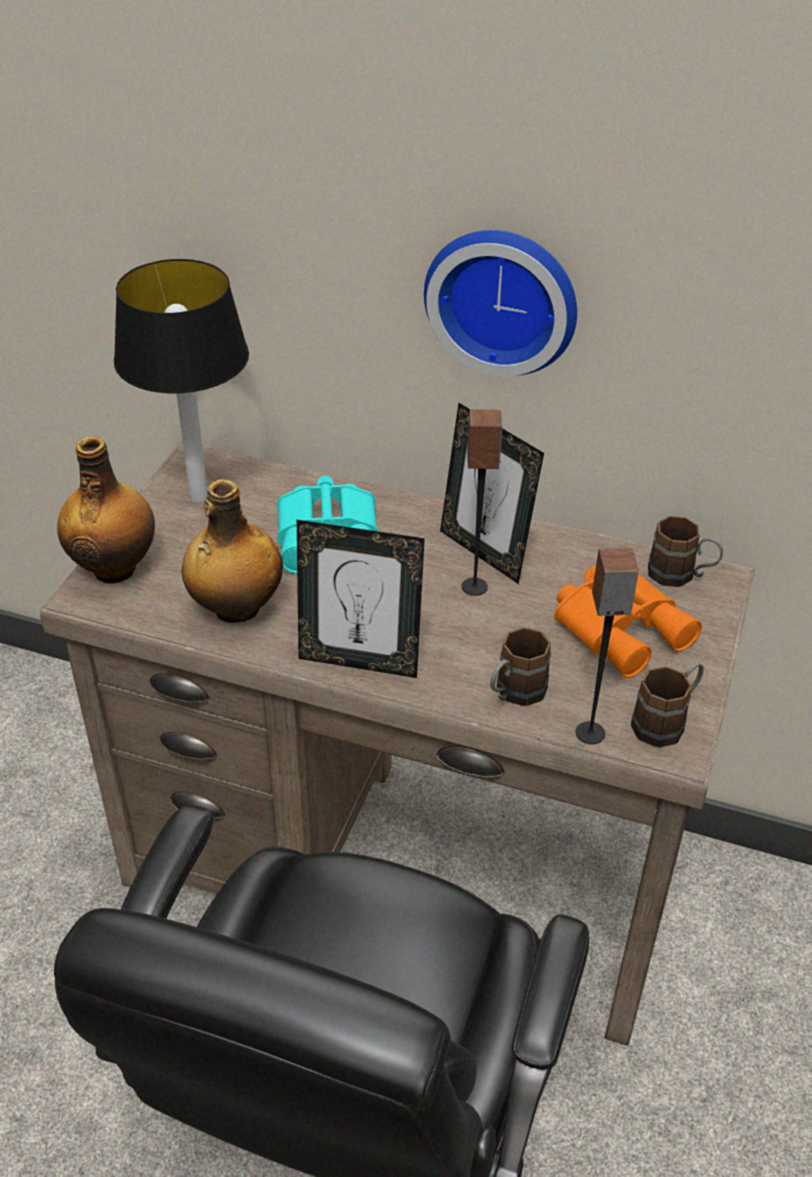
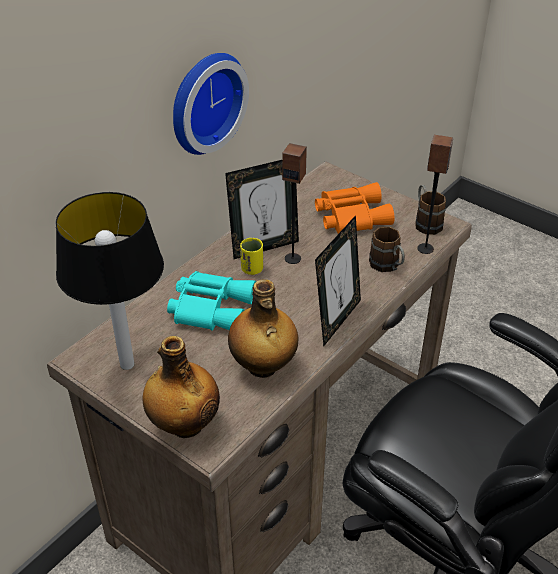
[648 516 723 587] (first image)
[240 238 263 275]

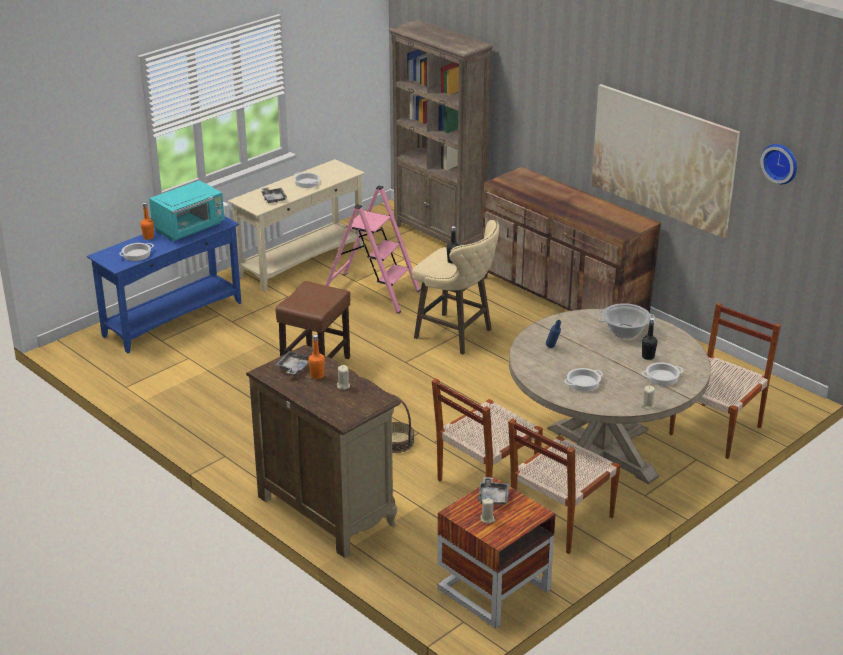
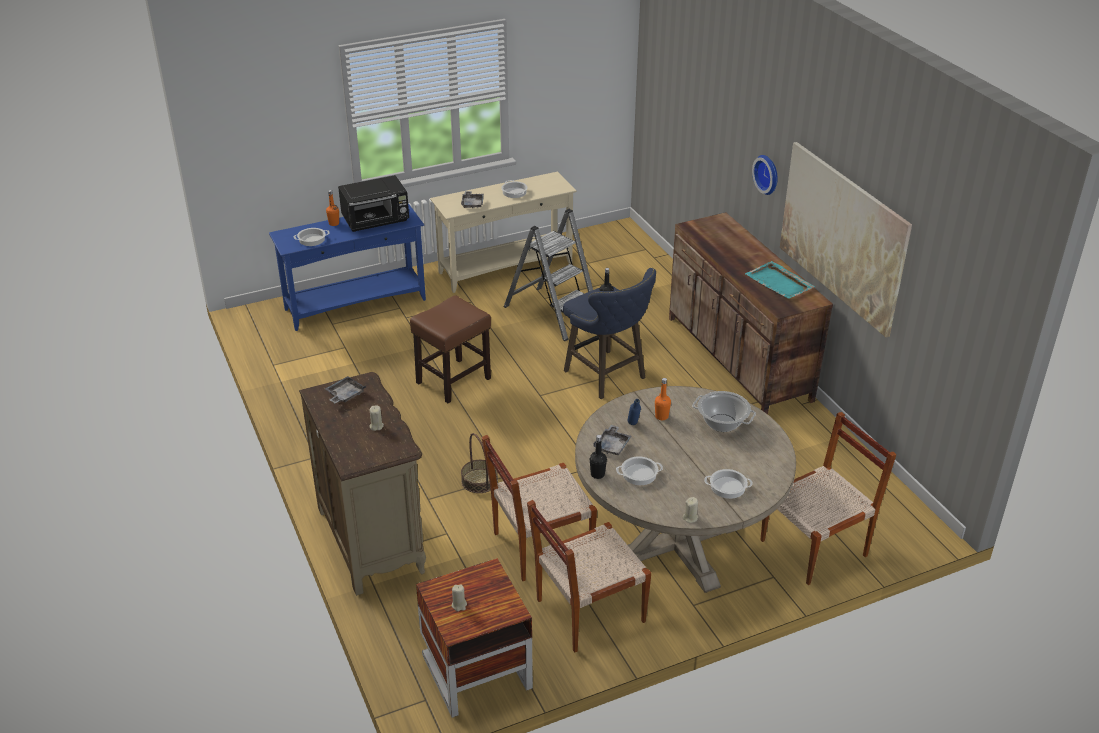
[388 19 493 246] (first image)
[752 155 778 195]
[338 175 409 232]
[503 209 593 341]
[563 268 656 399]
[590 435 607 479]
[655 378 671 420]
[593 425 632 455]
[745 261 815 299]

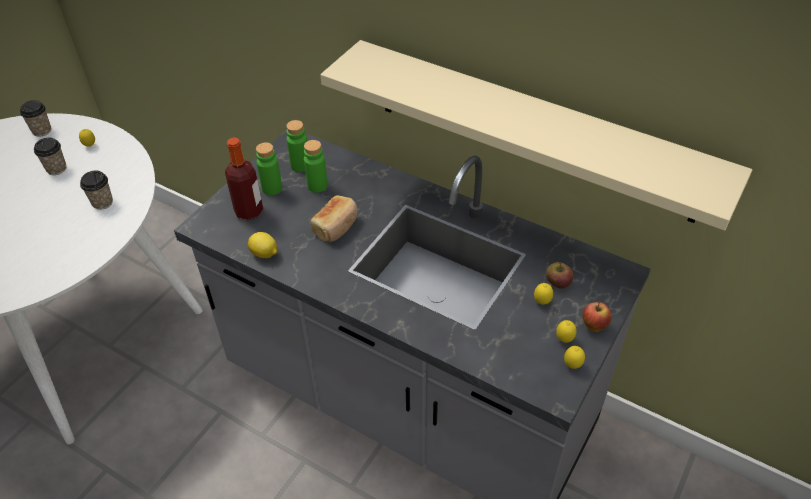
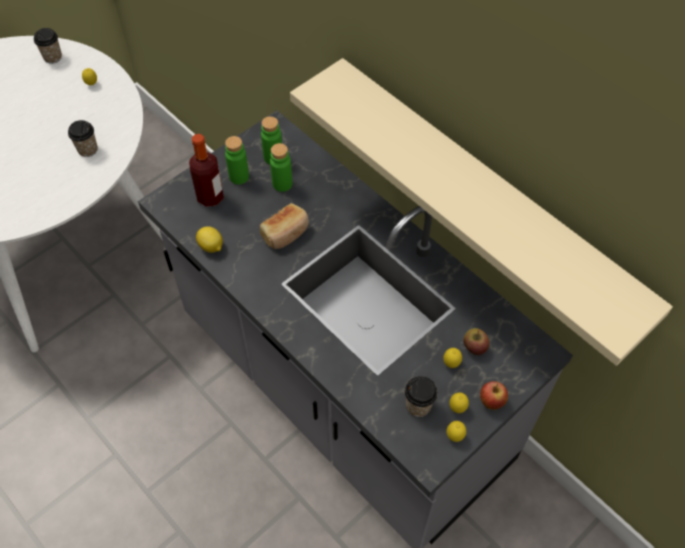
[405 376 438 417]

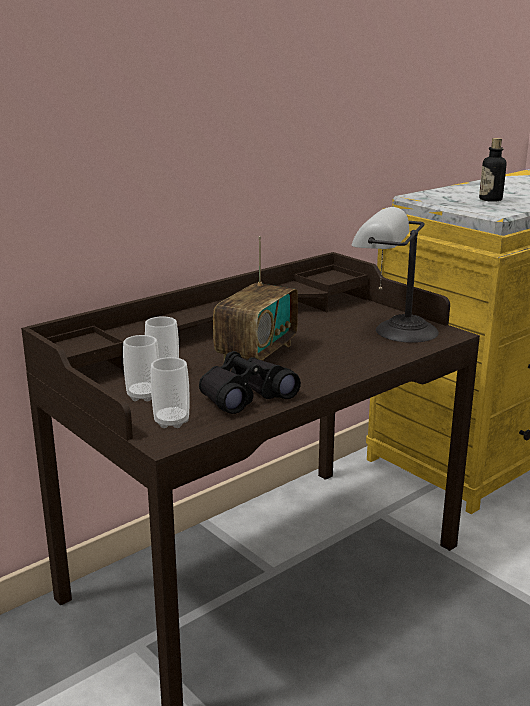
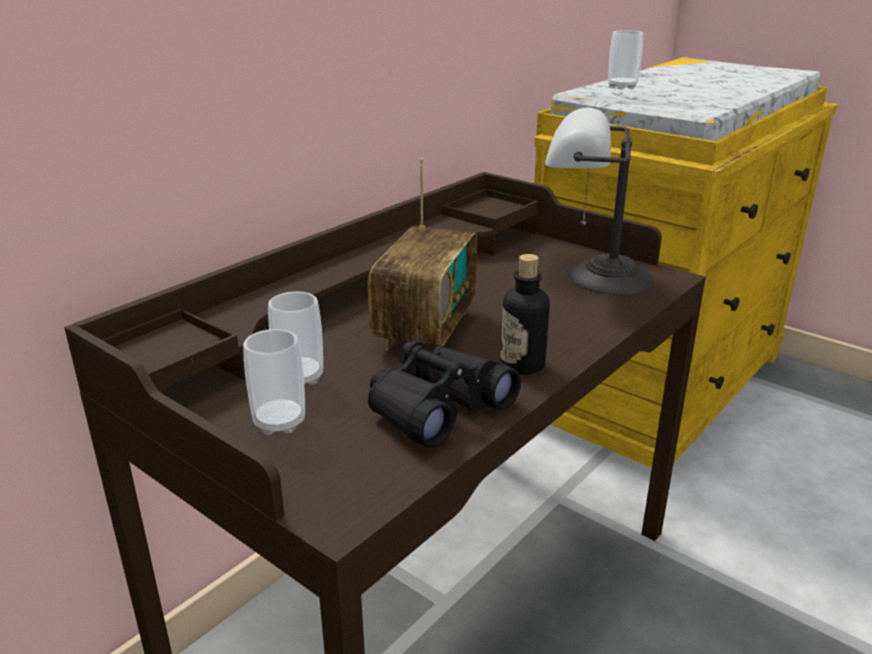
[501 254 550 375]
[608 30 643 90]

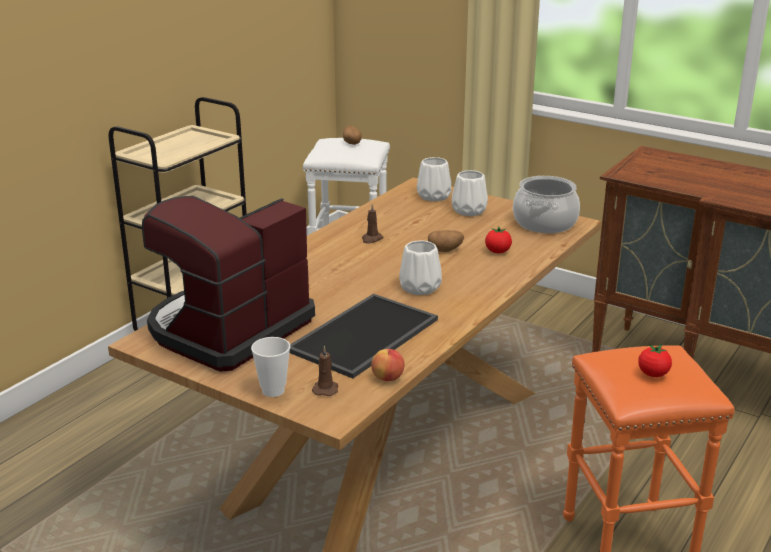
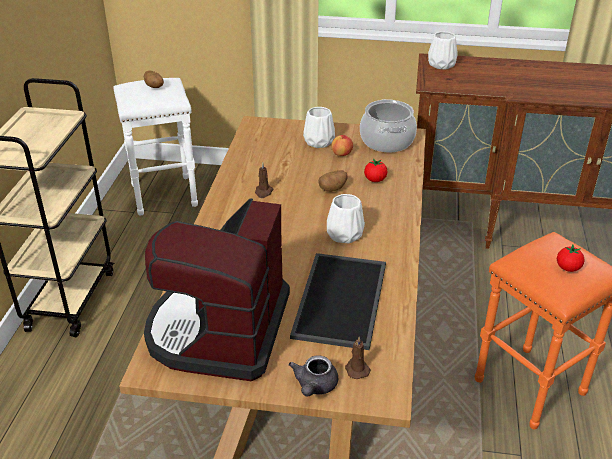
[428 32 458 69]
[289 355 338 396]
[331 135 353 156]

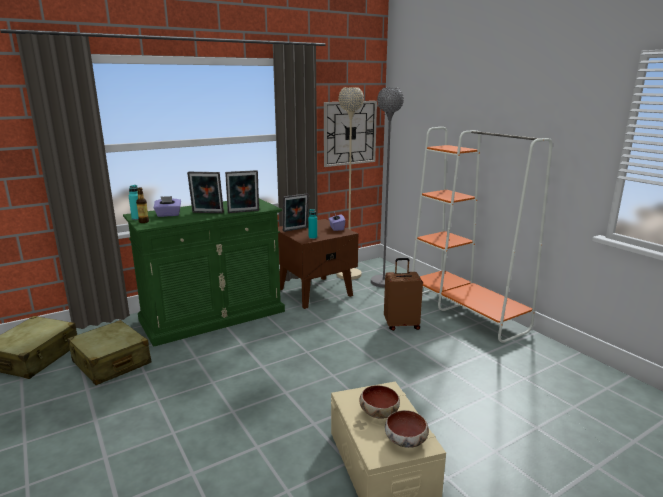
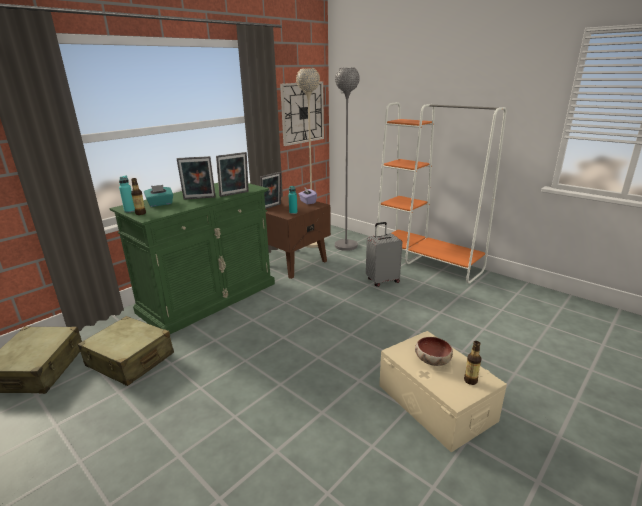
[144 185 173 207]
[366 222 402 287]
[464 341 481 385]

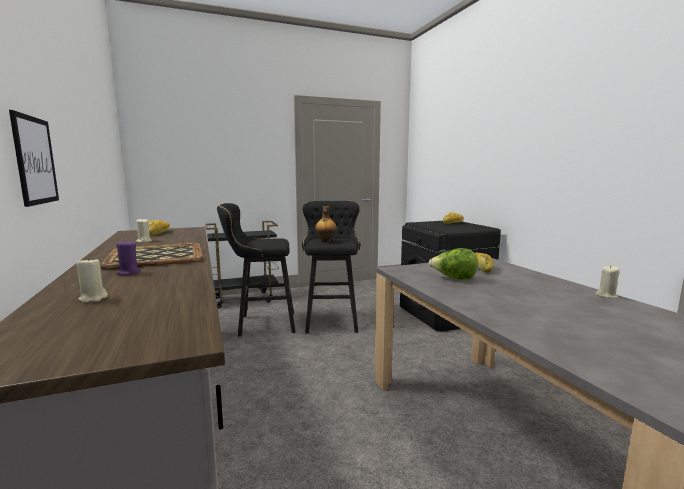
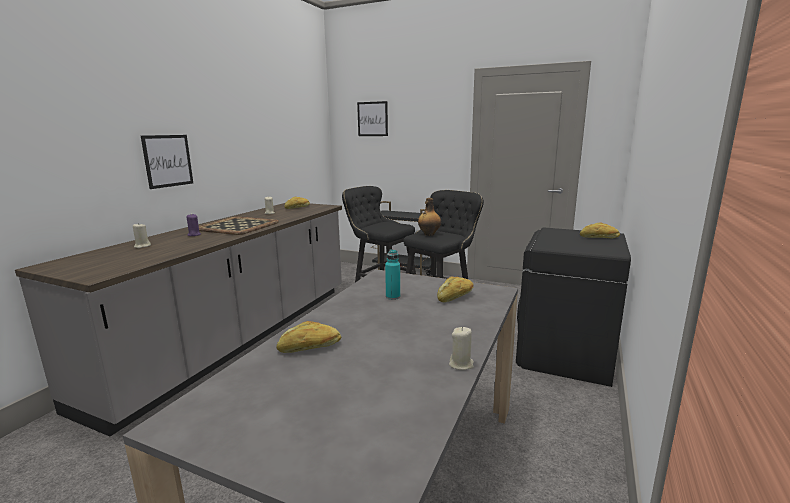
[385 249 400 300]
[357 101 388 136]
[277 321 341 353]

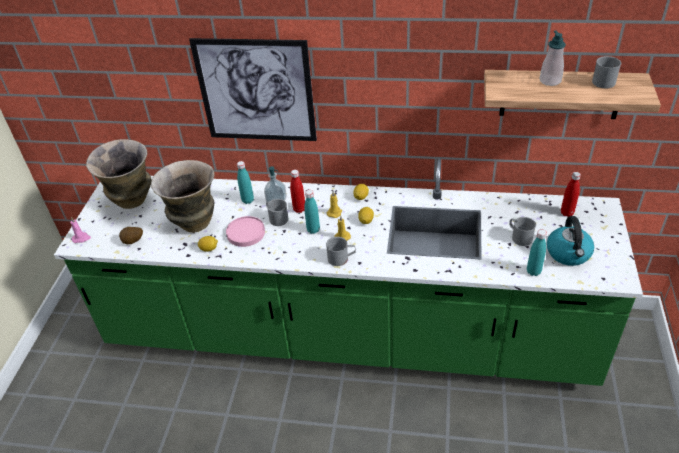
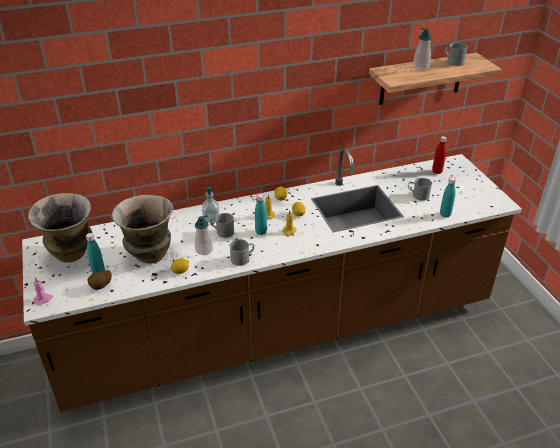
[189 38 317 141] (first image)
[22 148 522 412]
[86 233 105 273]
[290 170 305 213] (first image)
[195 215 213 255]
[547 216 594 266] (first image)
[230 239 254 266]

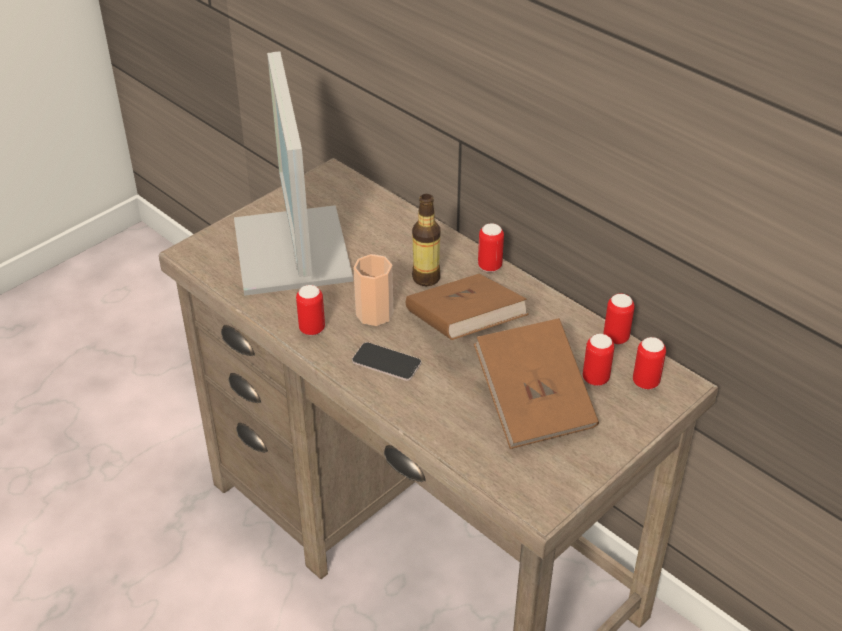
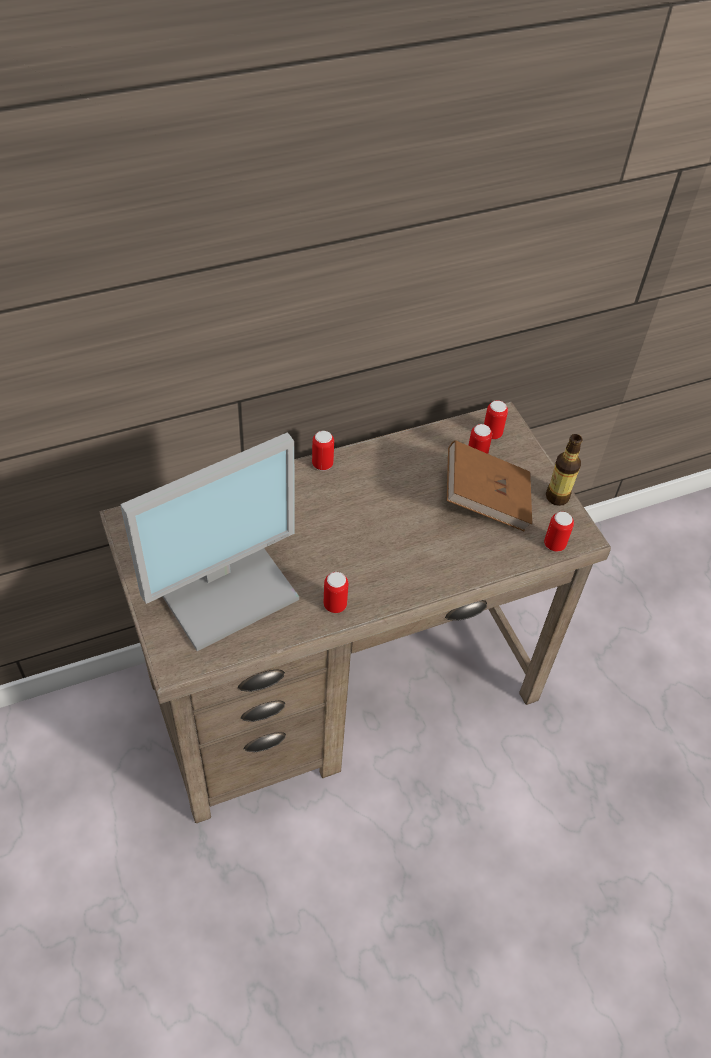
[120 432 299 651]
[546 434 582 506]
[354 254 393 326] (first image)
[406 274 529 340] (first image)
[544 512 574 552]
[352 342 421 381] (first image)

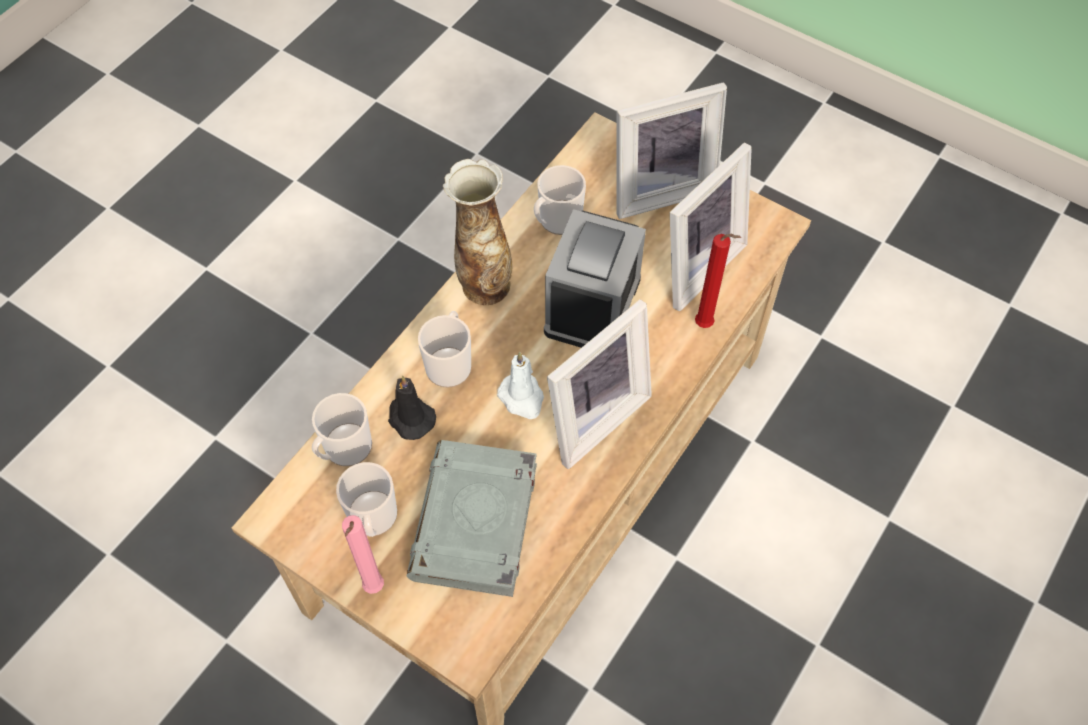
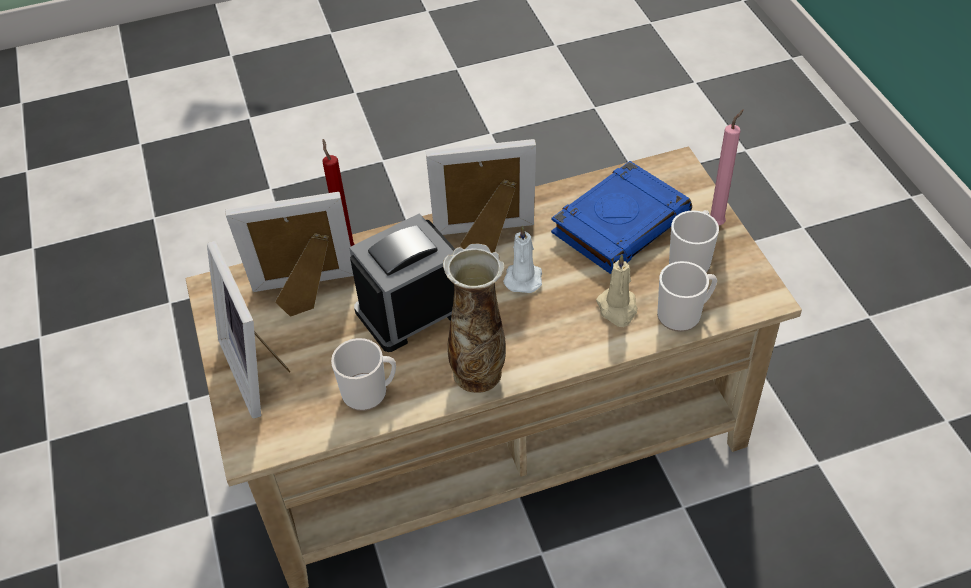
[207 240 290 419]
[418 311 471 388] (first image)
[596 254 637 327]
[551 161 692 274]

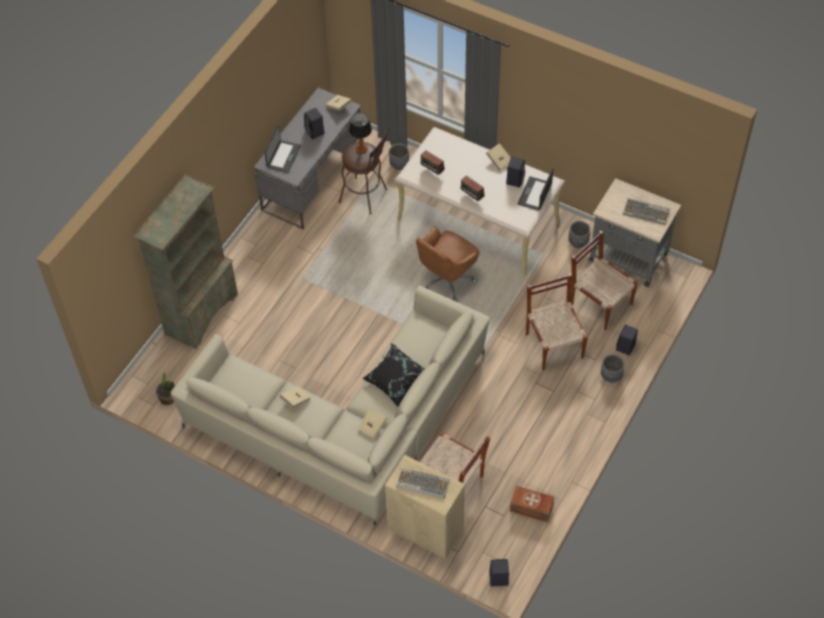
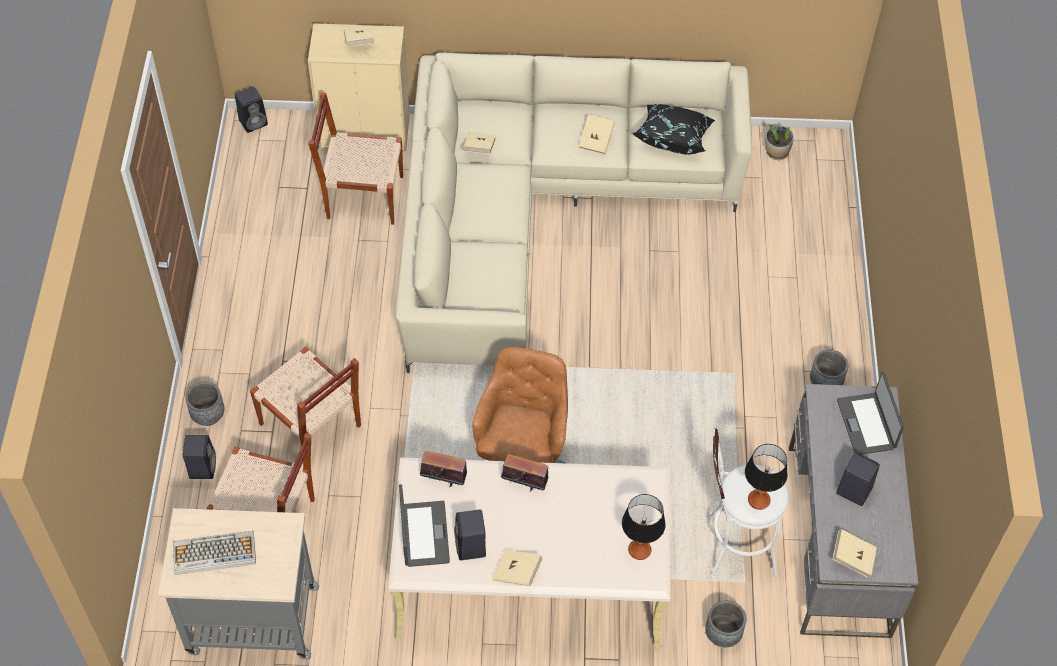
[706 428 789 578]
[419 451 467 487]
[133 174 238 349] (first image)
[810 350 849 385]
[632 104 715 155]
[344 25 375 46]
[510 486 554 523] (first image)
[622 494 666 560]

